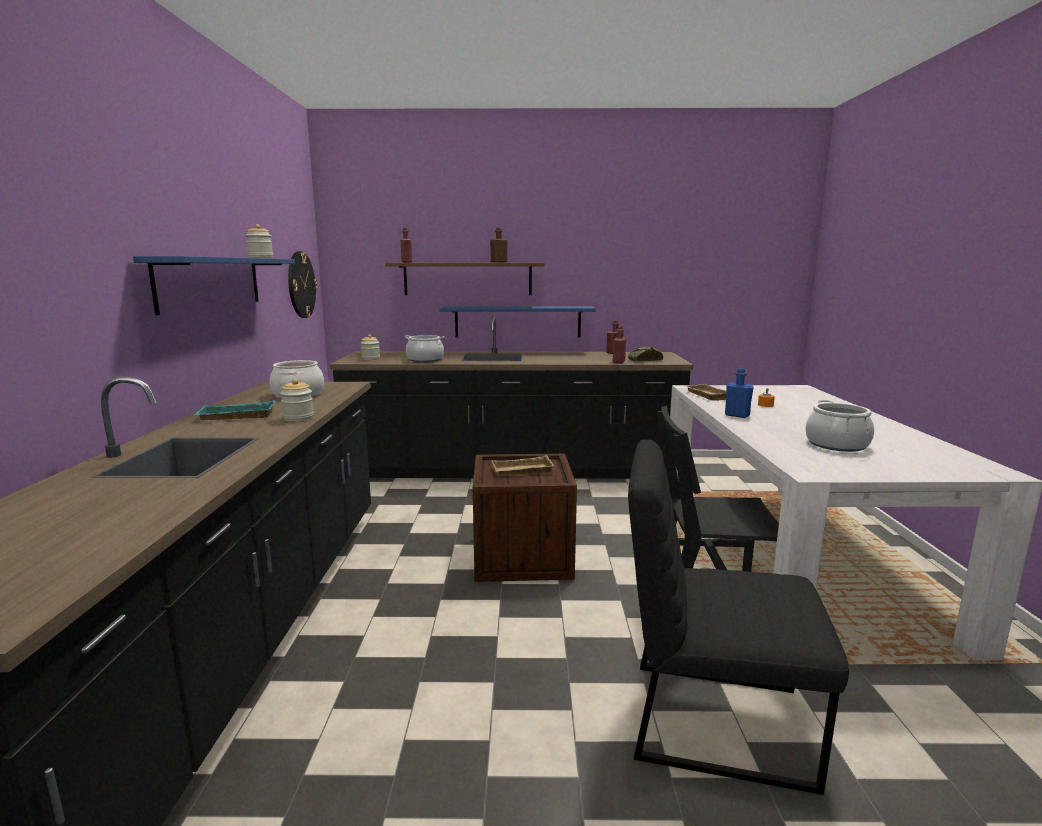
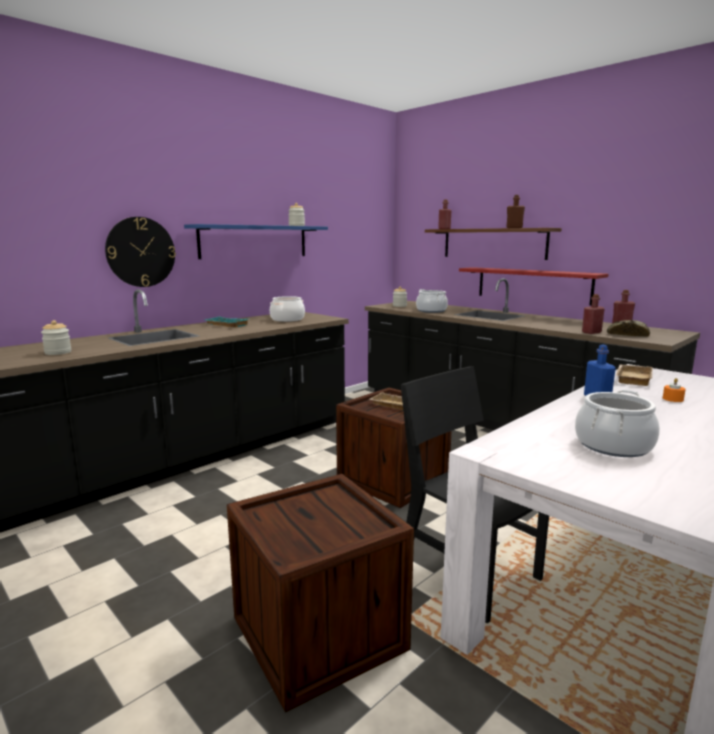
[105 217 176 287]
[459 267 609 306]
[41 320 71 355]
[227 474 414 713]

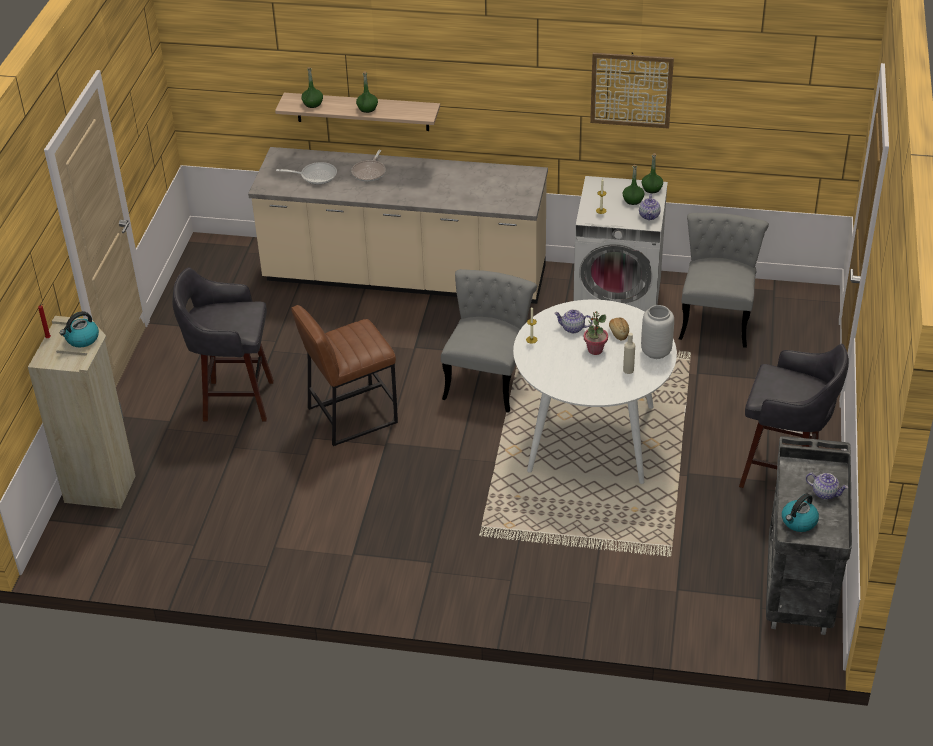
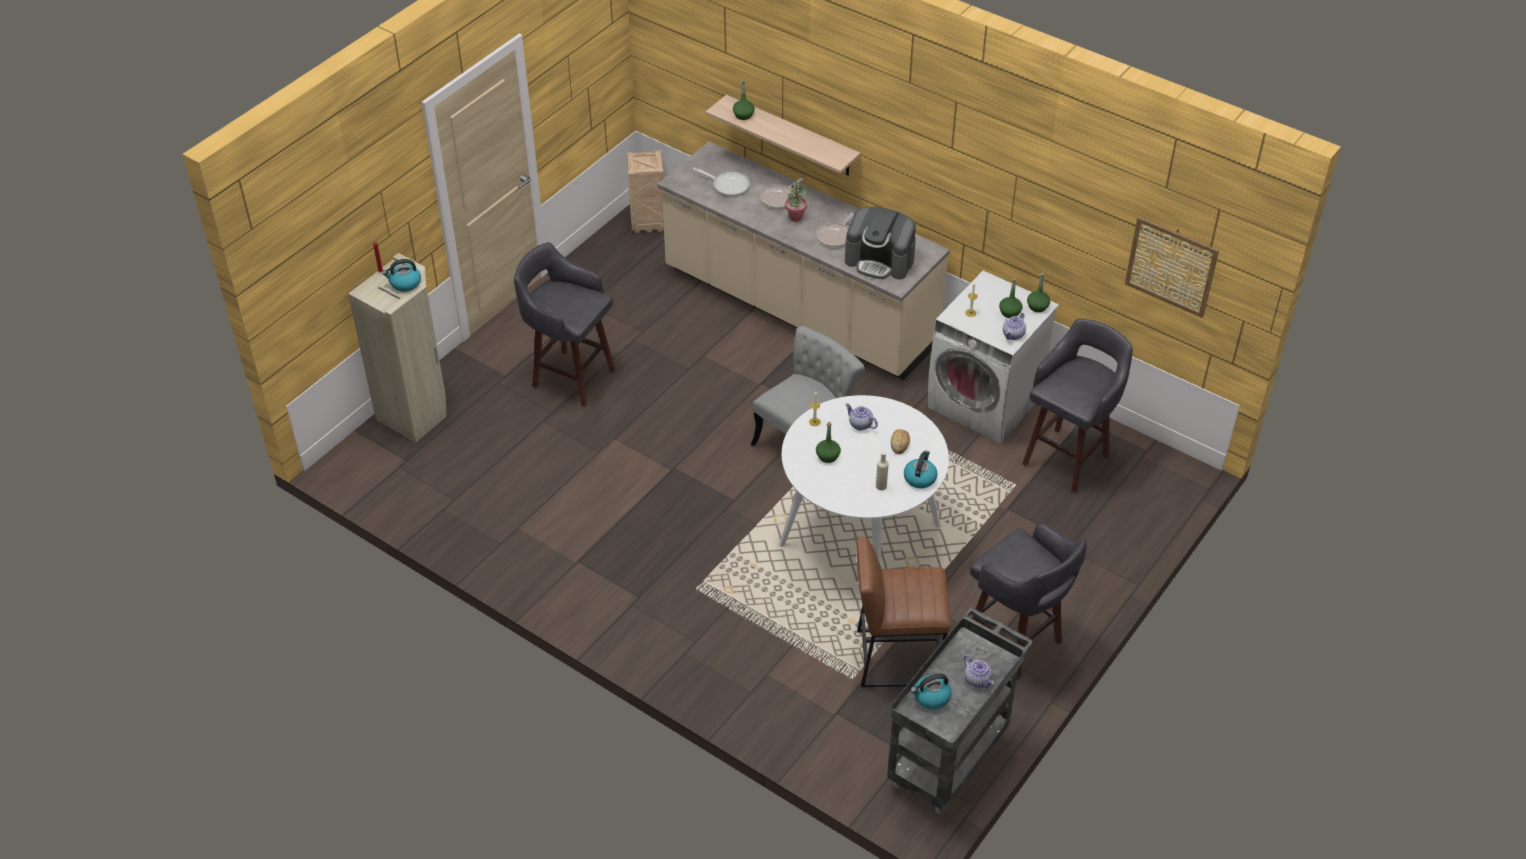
[1125 216 1219 318]
[816 422 841 463]
[1022 319 1133 493]
[856 536 951 687]
[904 450 938 488]
[785 182 807 222]
[627 150 664 233]
[845 207 916 279]
[816 213 854 247]

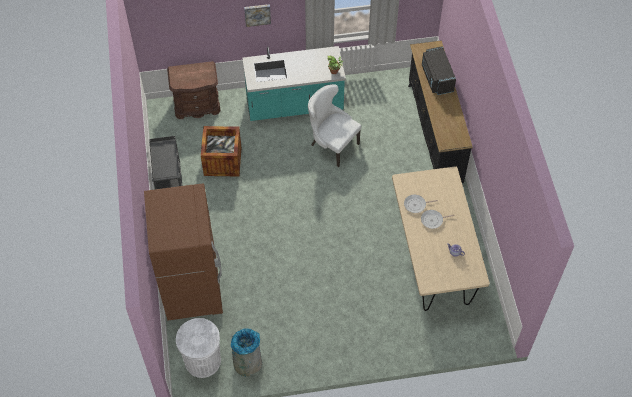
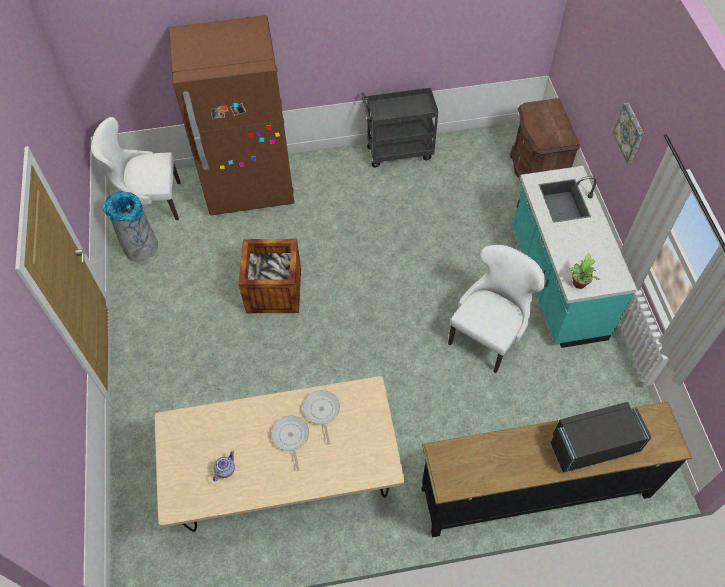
[238 239 301 313]
[91 117 181 220]

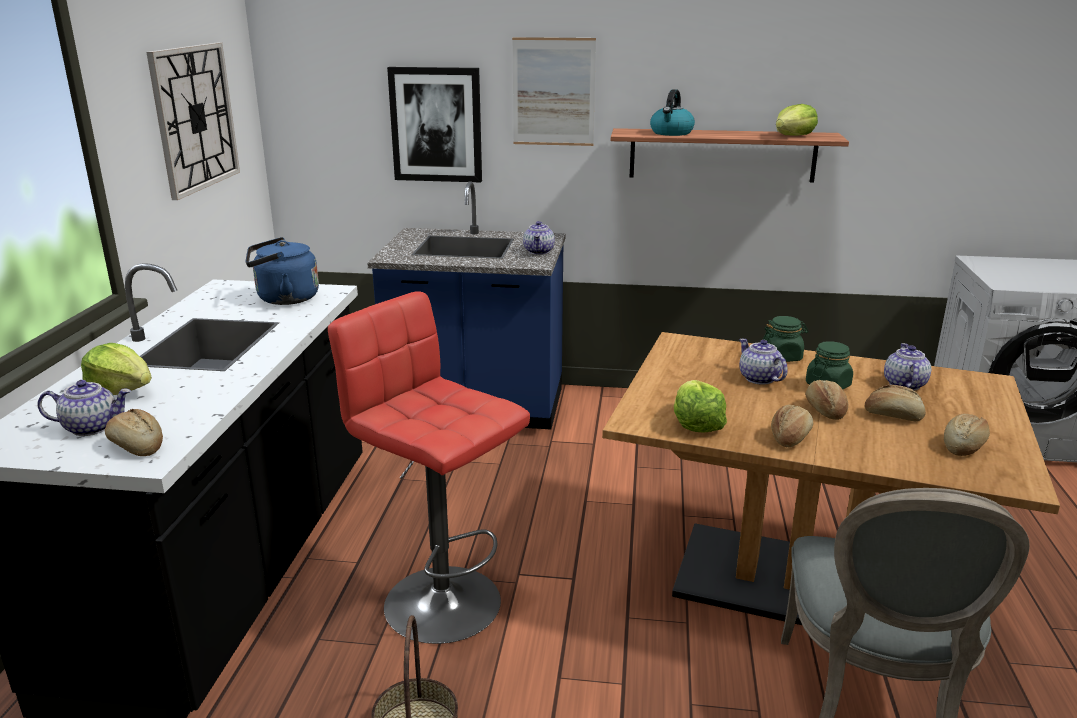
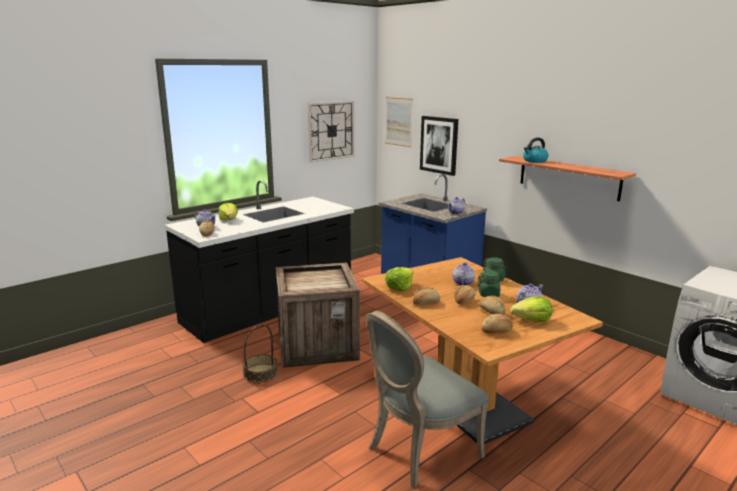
[385 97 413 147]
[510 297 553 322]
[246 237 319 305] (first image)
[276 263 360 368]

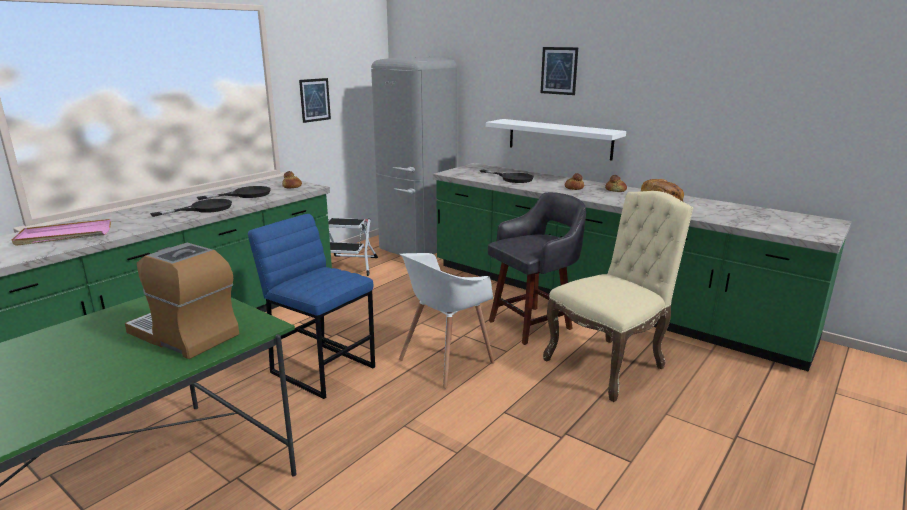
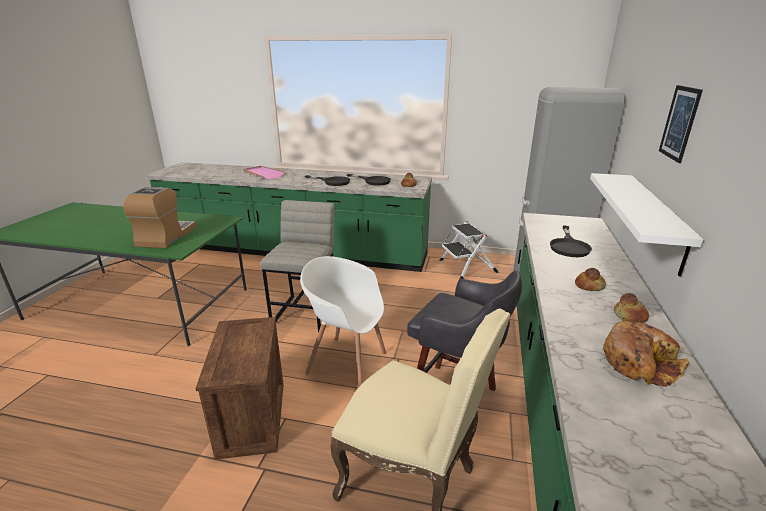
[299 78 331 123] (first image)
[260 200 335 332]
[196 317 284 459]

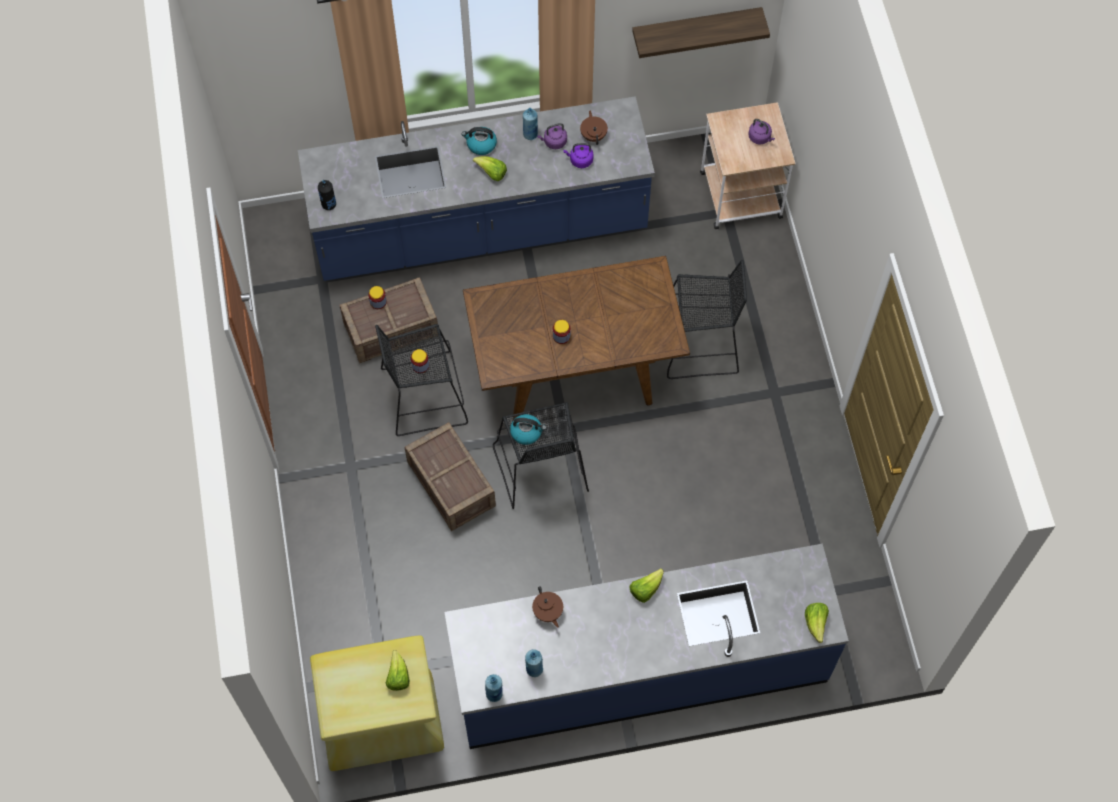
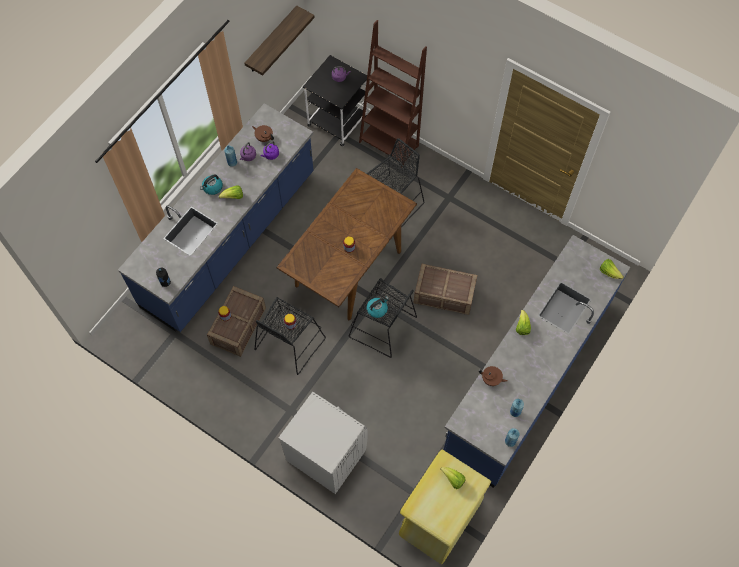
[303 55 368 146]
[413 264 477 315]
[359 20 427 165]
[278 392 368 494]

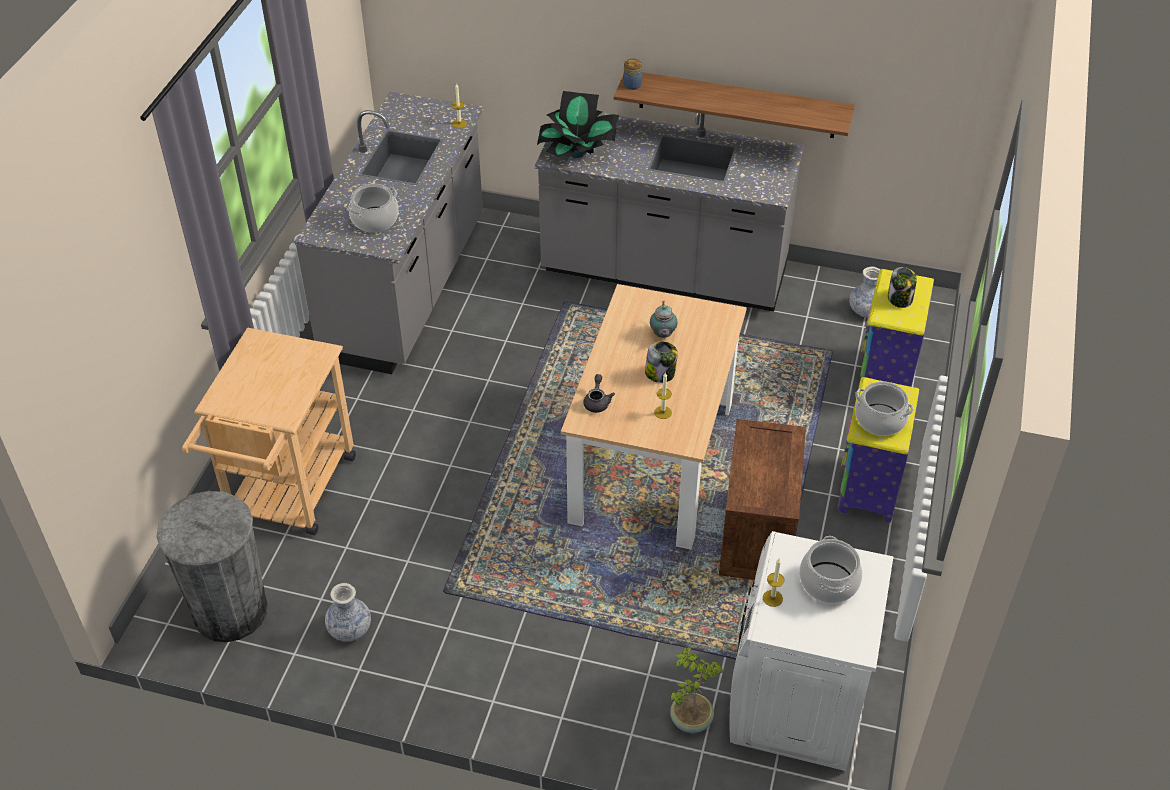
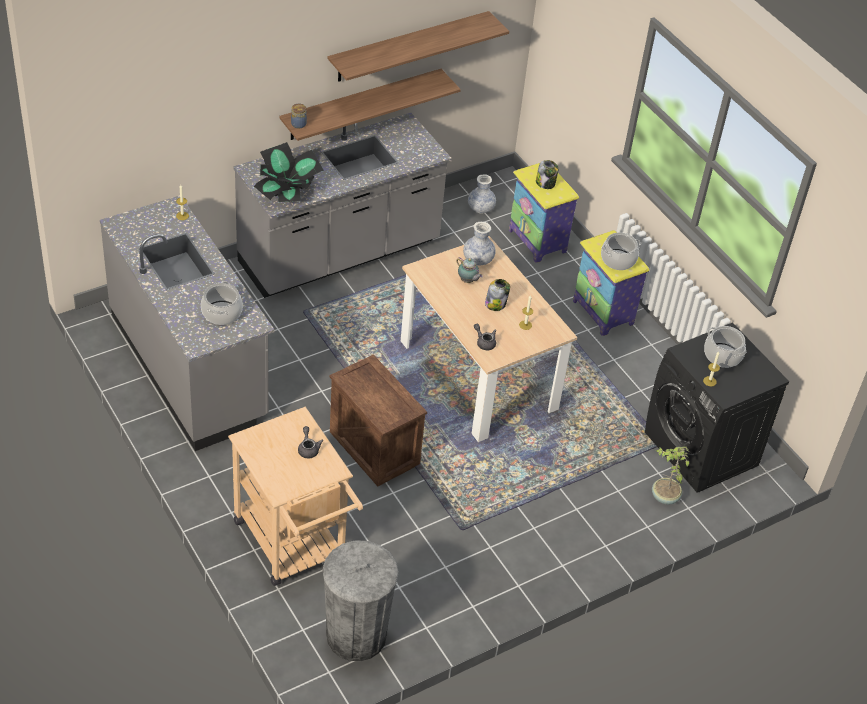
[330 354 427 487]
[645 323 789 493]
[463 222 496 266]
[328 11 509 82]
[298 426 323 459]

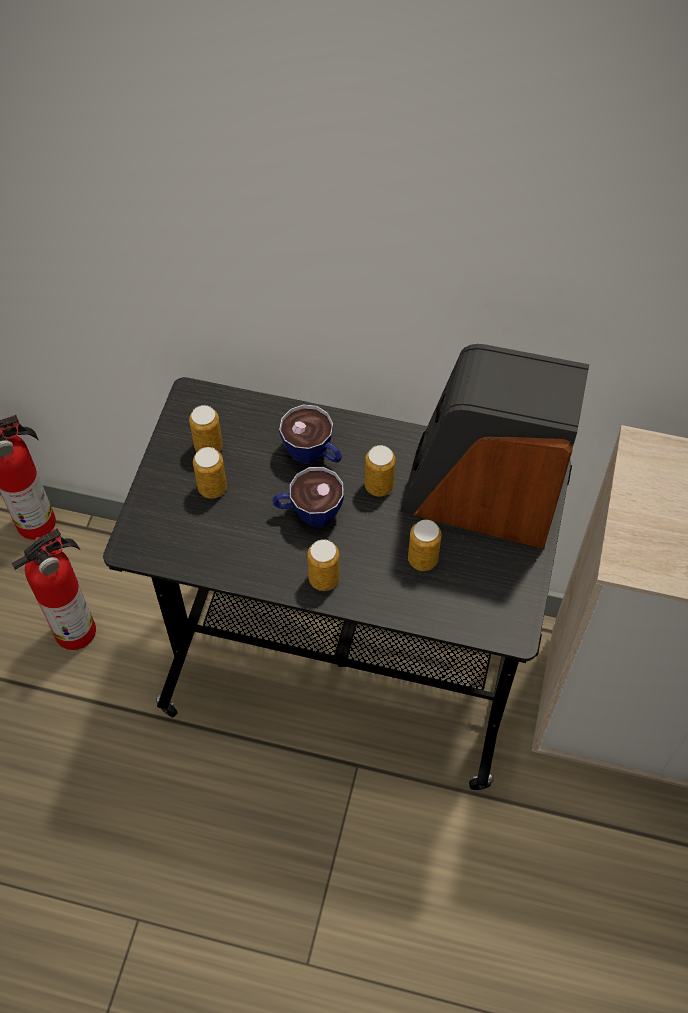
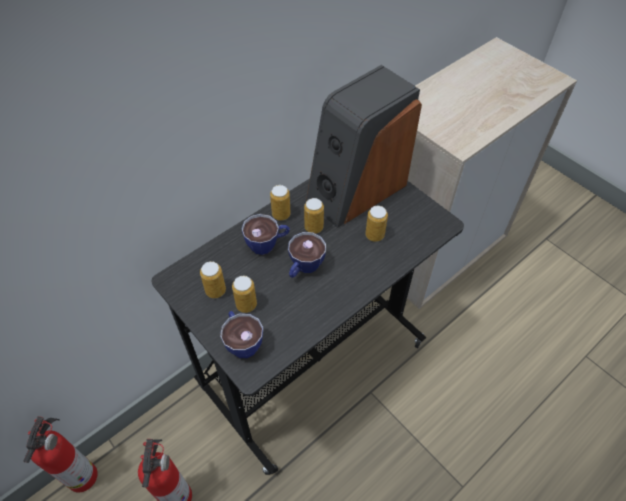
[270 185 291 220]
[220 311 263 358]

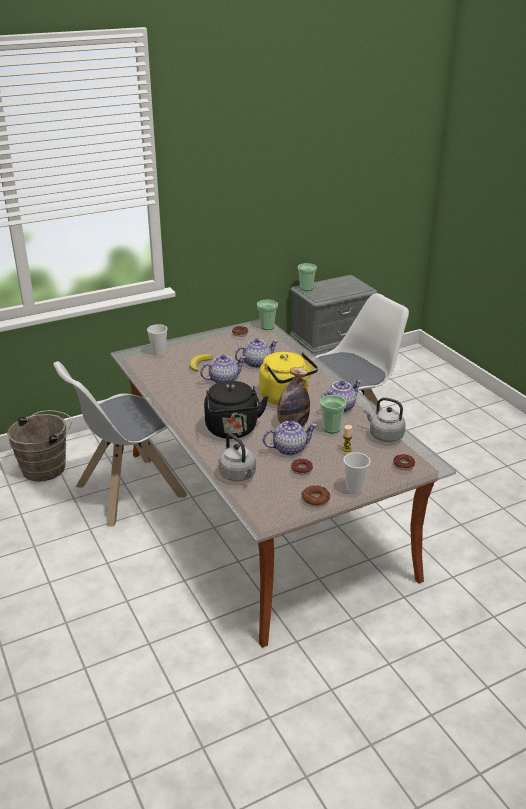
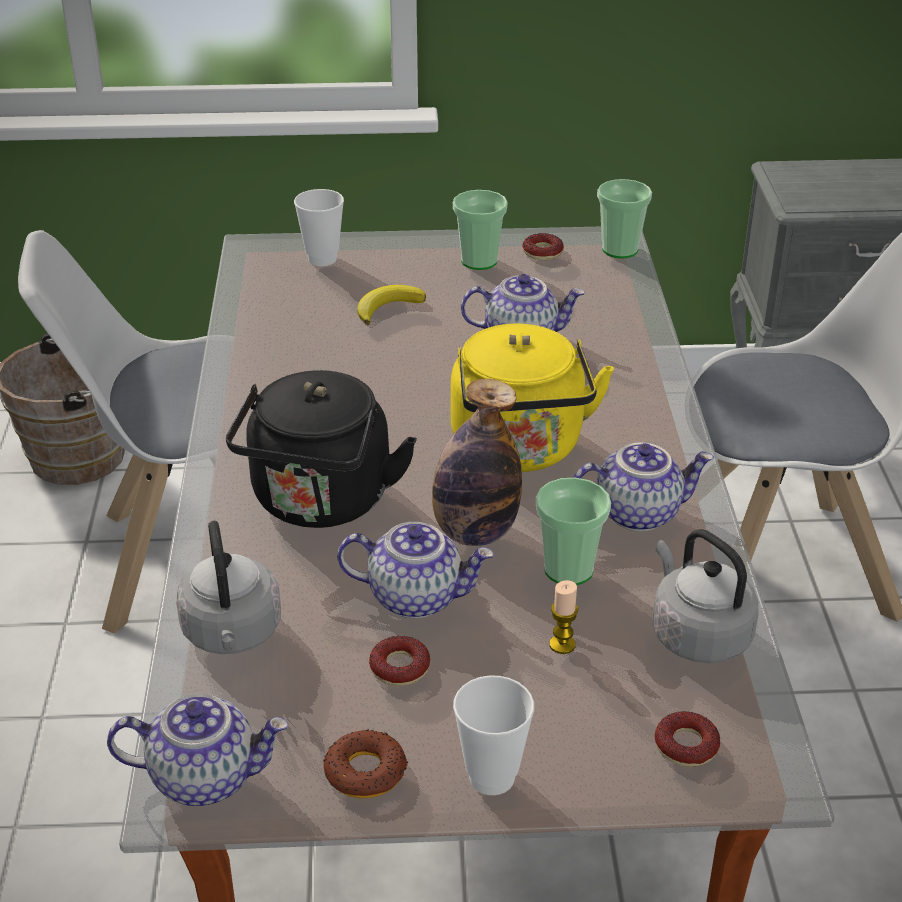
[453 190 508 270]
[107 694 289 806]

